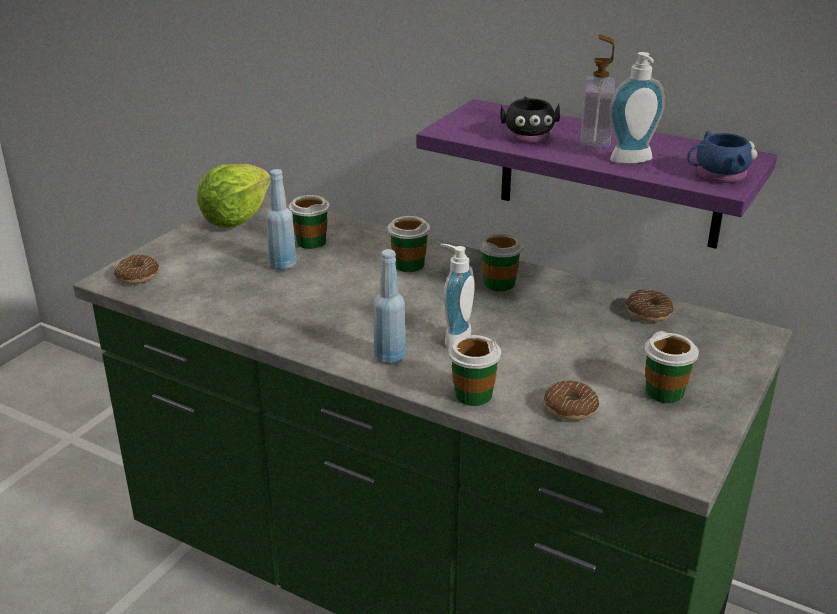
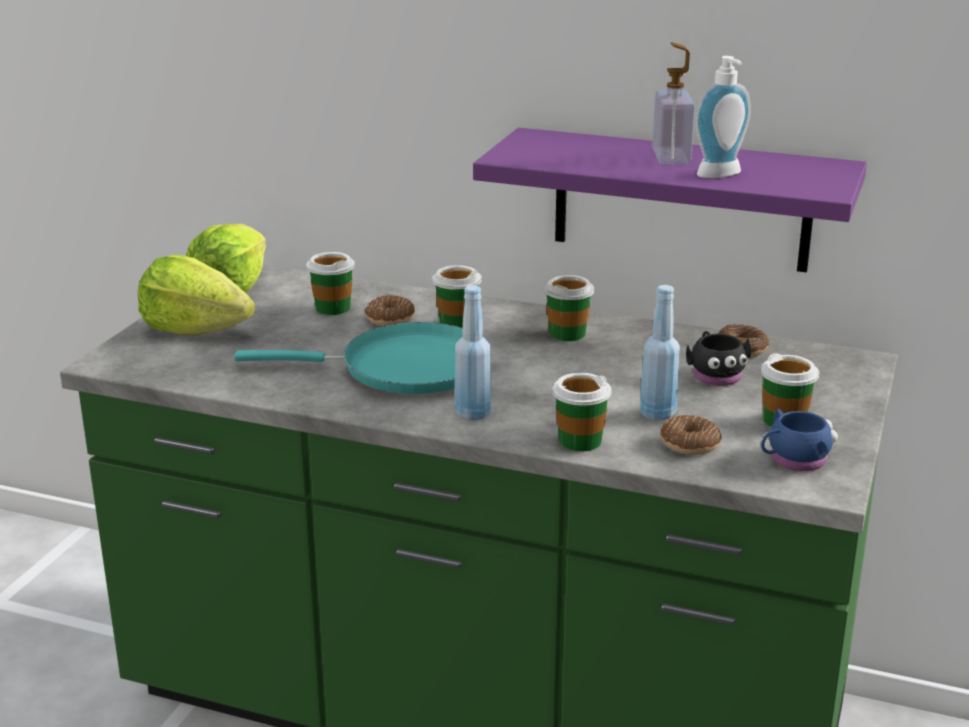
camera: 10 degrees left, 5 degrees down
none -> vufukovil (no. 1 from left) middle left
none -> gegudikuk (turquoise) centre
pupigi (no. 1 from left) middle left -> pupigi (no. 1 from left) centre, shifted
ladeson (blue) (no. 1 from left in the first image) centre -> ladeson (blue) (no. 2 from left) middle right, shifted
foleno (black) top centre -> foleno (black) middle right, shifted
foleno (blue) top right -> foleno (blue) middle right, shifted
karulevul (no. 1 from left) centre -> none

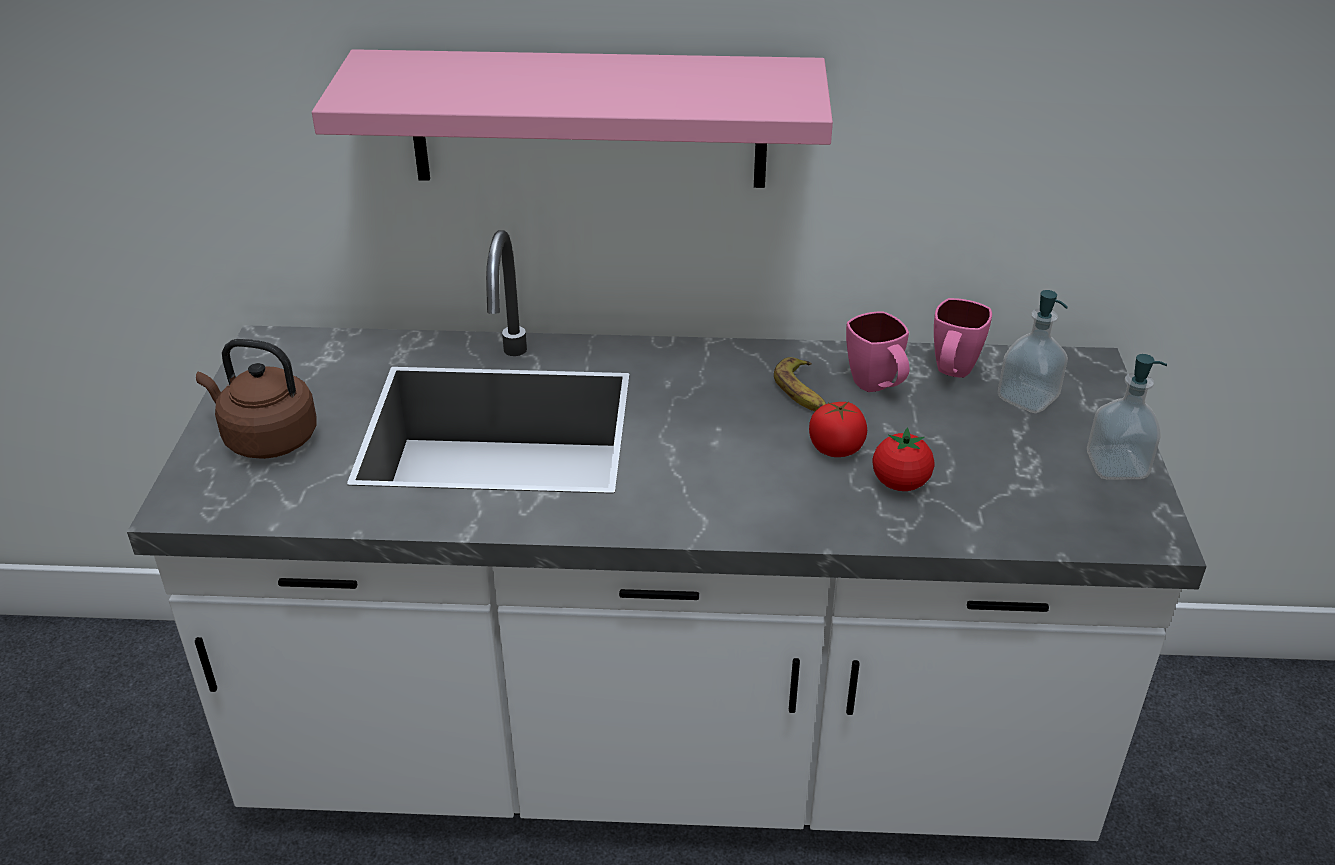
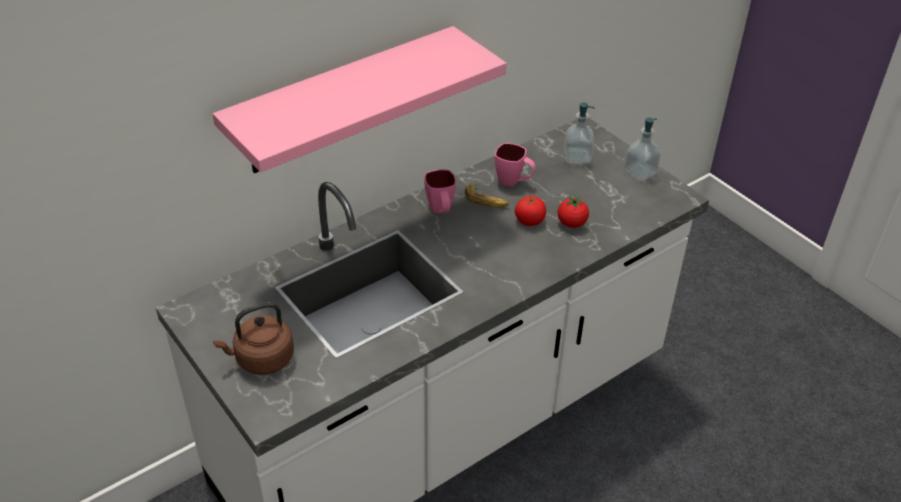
camera: 40 degrees left, 5 degrees up
foleno (pink) (no. 2 from left in the first image) middle right -> foleno (pink) (no. 1 from left) centre, shifted

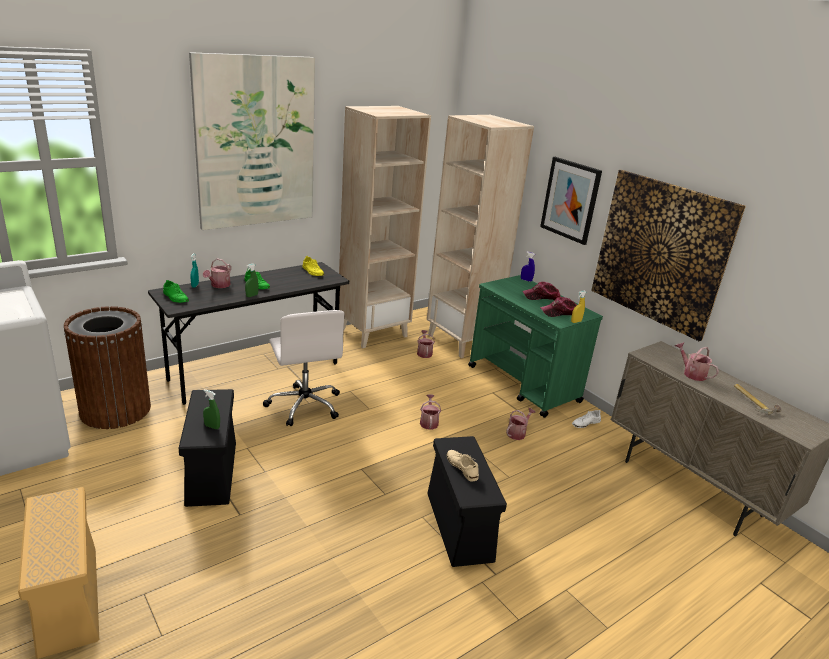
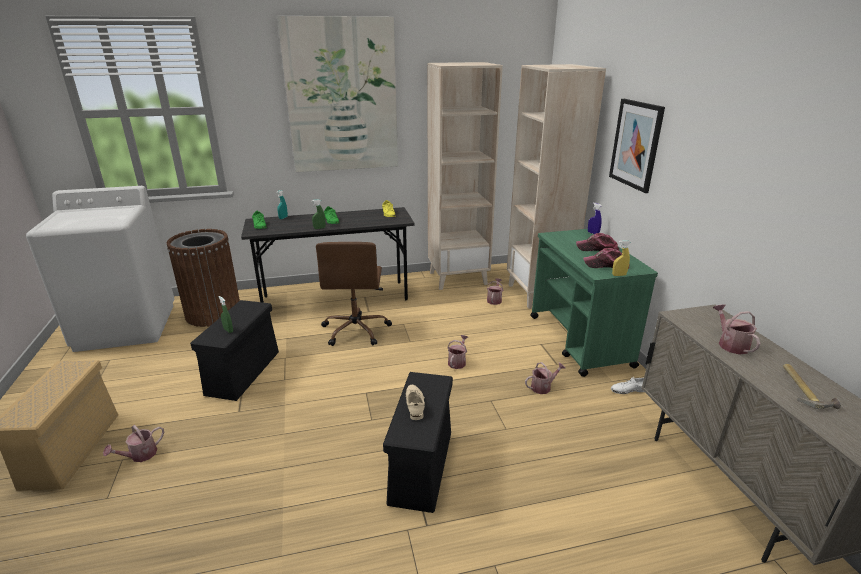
camera: 25 degrees right, 0 degrees up
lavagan (no. 1 from left) middle left -> lavagan (no. 1 from left) bottom left, shifted
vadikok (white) centre -> vadikok (brown) centre
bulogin (no. 3 from left) middle right -> none

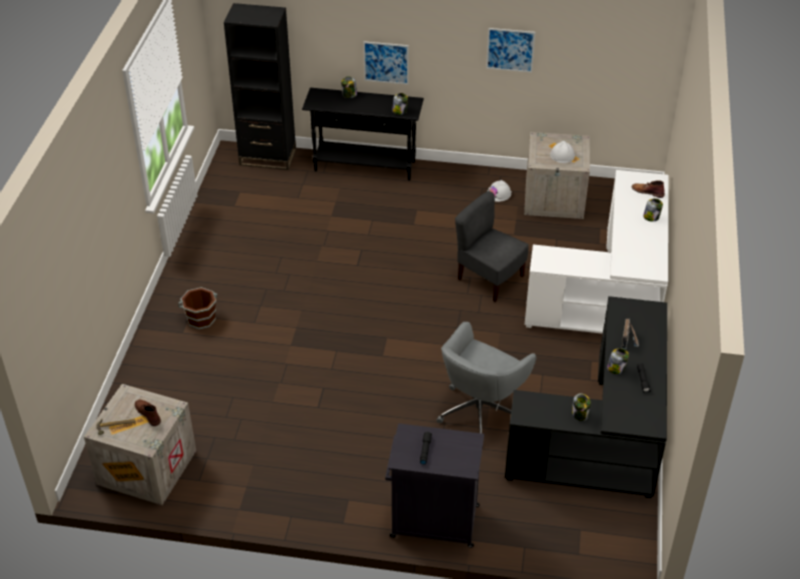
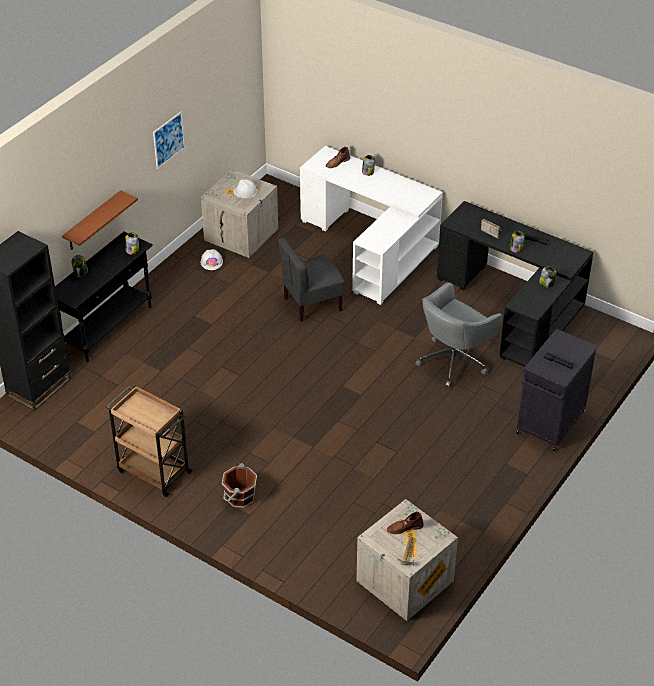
camera: 65 degrees left, 0 degrees up
bulogin (no. 1 from left) top centre -> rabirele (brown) top left
none -> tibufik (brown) middle left
vadikok (grey) centre -> vadikok (grey) middle right, 75 degrees clockwise

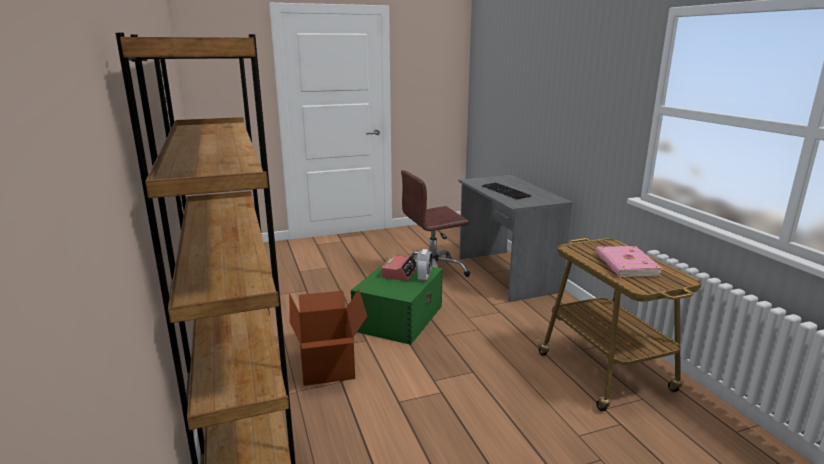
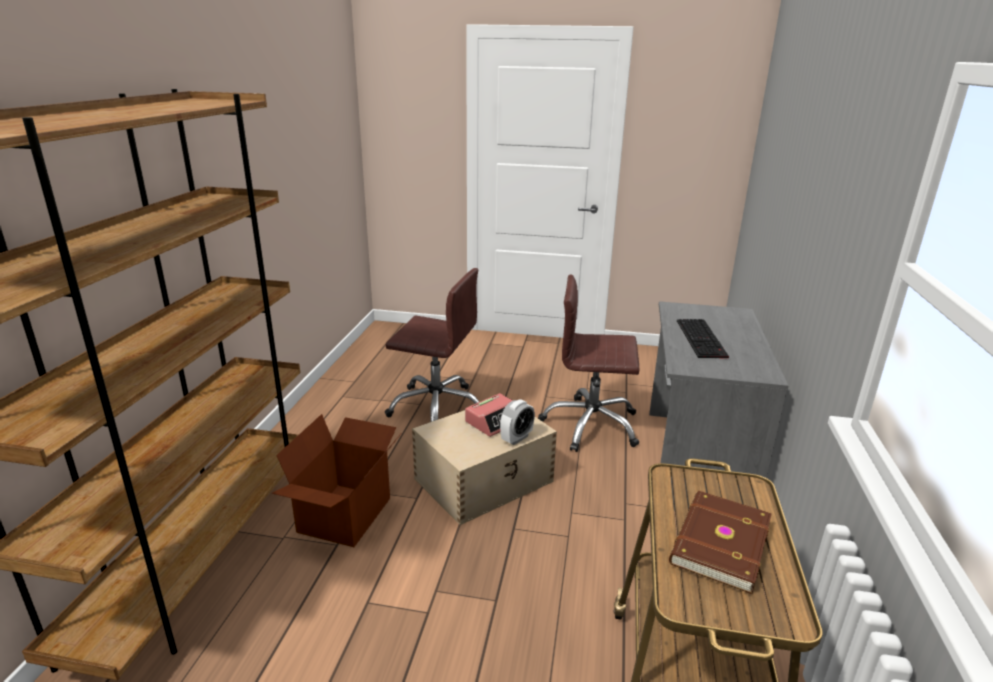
camera: 30 degrees right, 5 degrees up
none -> vadikok (brown) (no. 1 from left) centre
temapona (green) centre -> temapona (beige) bottom centre
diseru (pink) middle right -> diseru (brown) bottom right

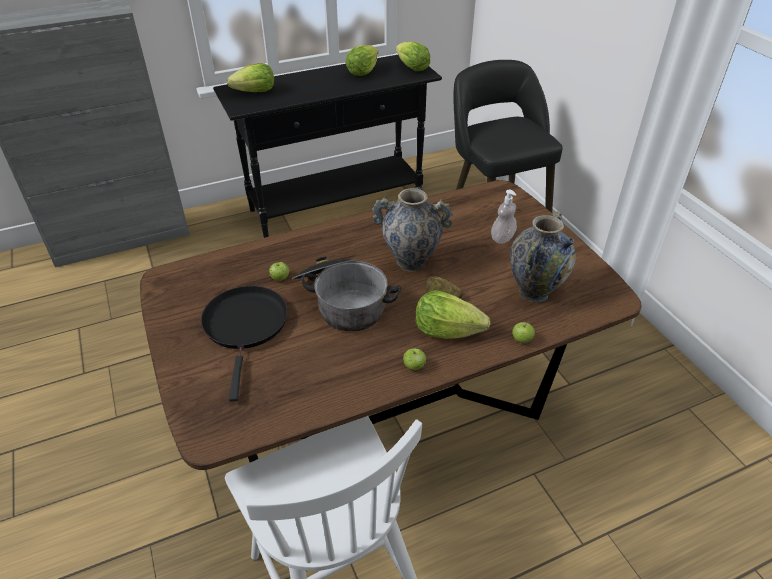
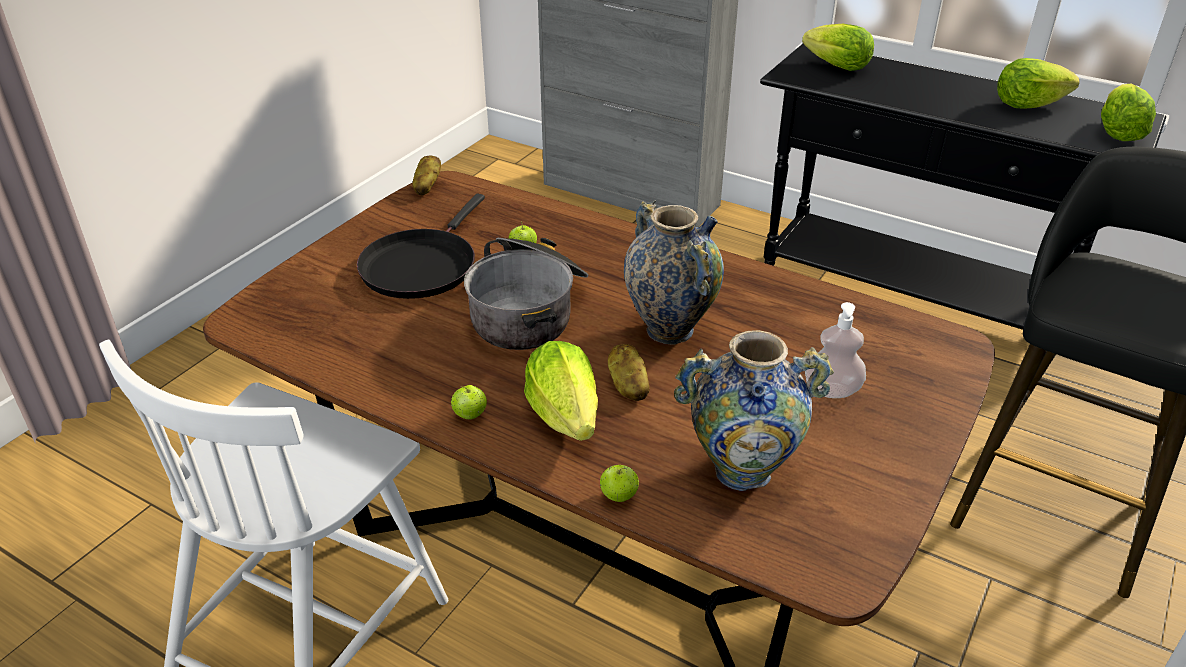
camera: 55 degrees right, 5 degrees down
gegudikuk (black) middle left -> gegudikuk (black) centre, 150 degrees clockwise
none -> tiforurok (no. 1 from left) top centre

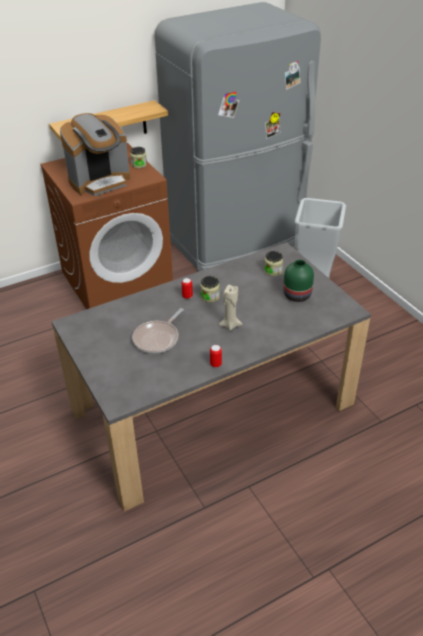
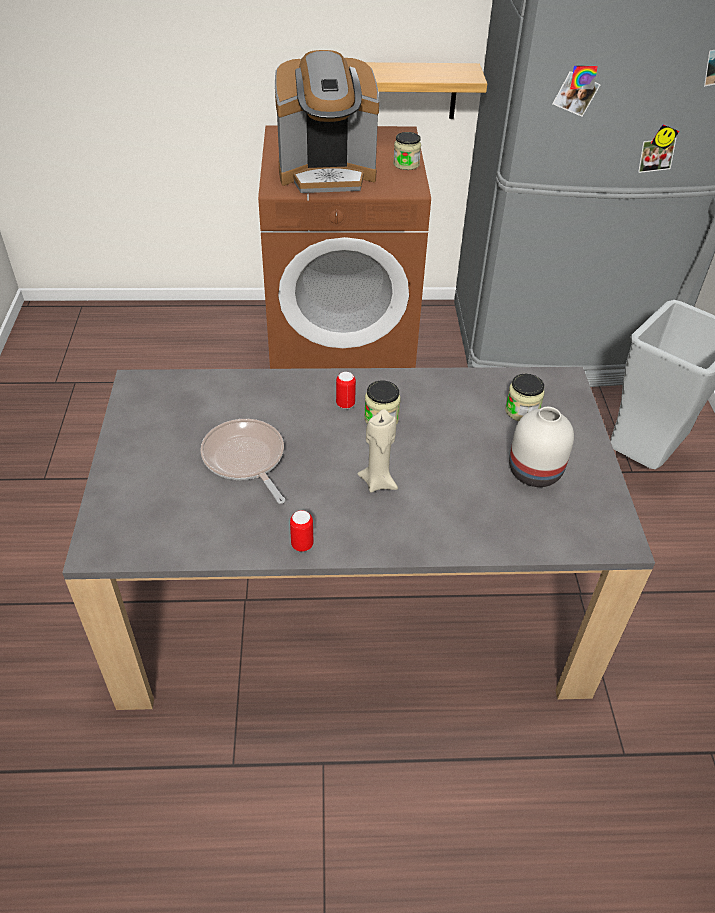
camera: 25 degrees right, 5 degrees up
gegudikuk centre, 90 degrees clockwise
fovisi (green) middle right -> fovisi (white) middle right

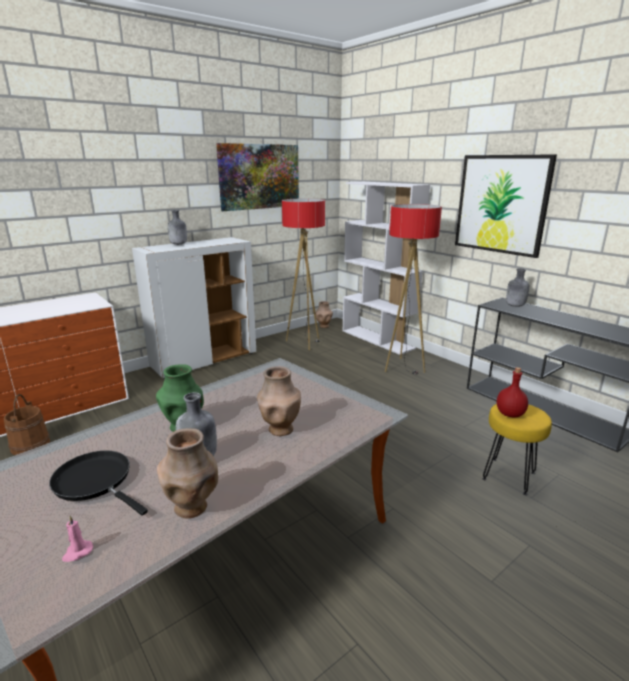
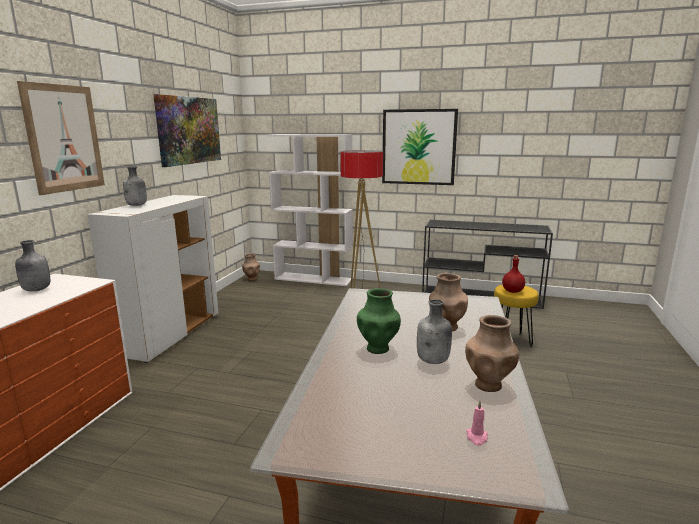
camera: 35 degrees left, 5 degrees down
ladeson (grey) (no. 3 from left in the first image) middle right -> ladeson (grey) (no. 1 from left) middle left, shifted
none -> bulogin (no. 1 from left) top left
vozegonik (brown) middle left -> none
gegudikuk (black) bottom left -> none
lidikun (no. 1 from left) centre -> none

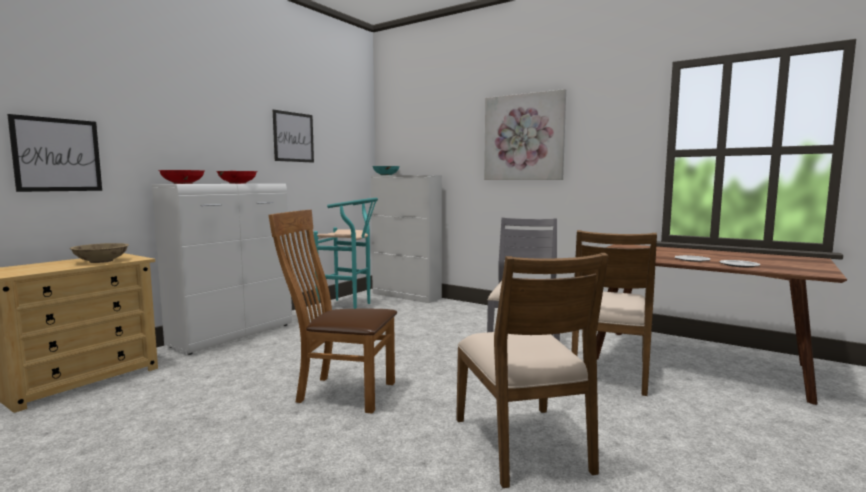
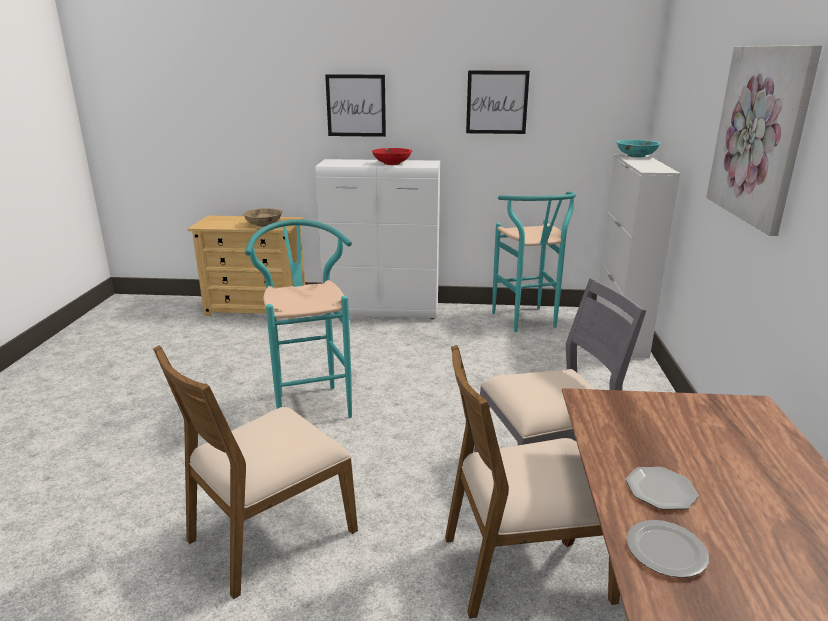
camera: 60 degrees right, 15 degrees up
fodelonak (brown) (no. 1 from left) centre -> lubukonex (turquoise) (no. 1 from left) centre
bulogin (no. 1 from left) top left -> bulogin (no. 1 from left) top centre, shifted
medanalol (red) (no. 1 from left) middle left -> none

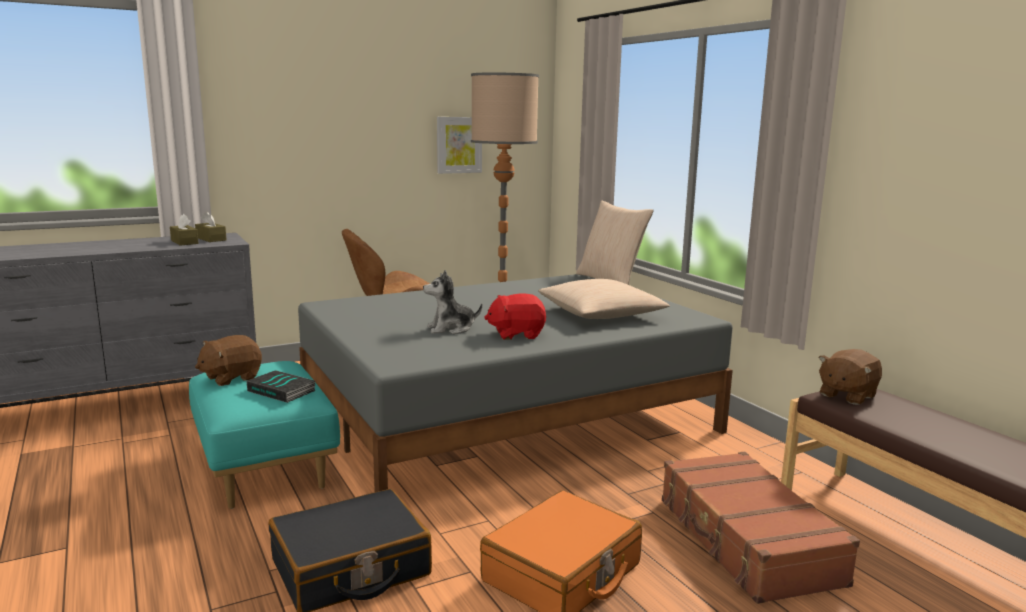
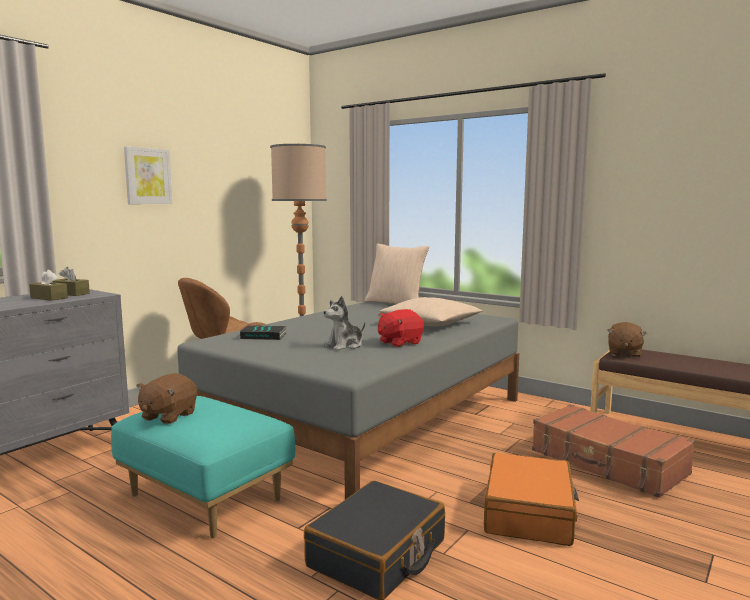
camera: 25 degrees left, 5 degrees down
bulogin top centre -> bulogin top left, shifted
diseru middle left -> diseru centre, shifted

